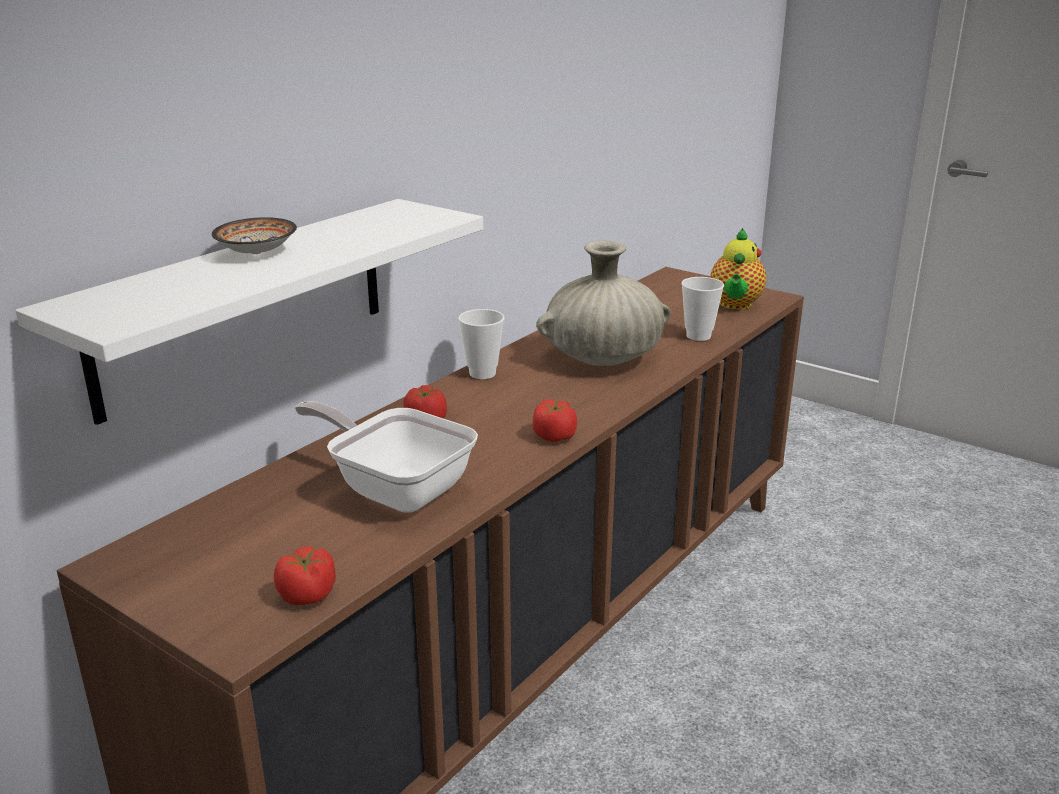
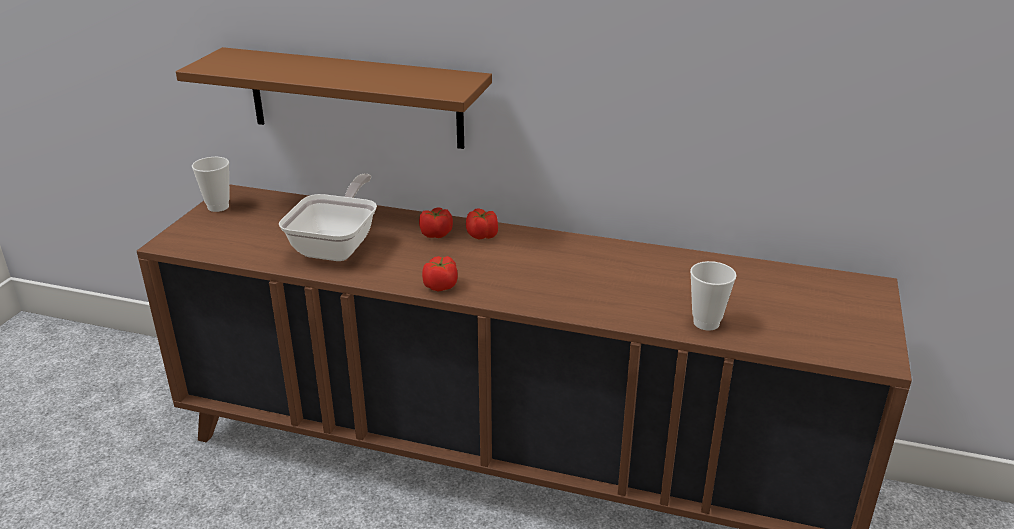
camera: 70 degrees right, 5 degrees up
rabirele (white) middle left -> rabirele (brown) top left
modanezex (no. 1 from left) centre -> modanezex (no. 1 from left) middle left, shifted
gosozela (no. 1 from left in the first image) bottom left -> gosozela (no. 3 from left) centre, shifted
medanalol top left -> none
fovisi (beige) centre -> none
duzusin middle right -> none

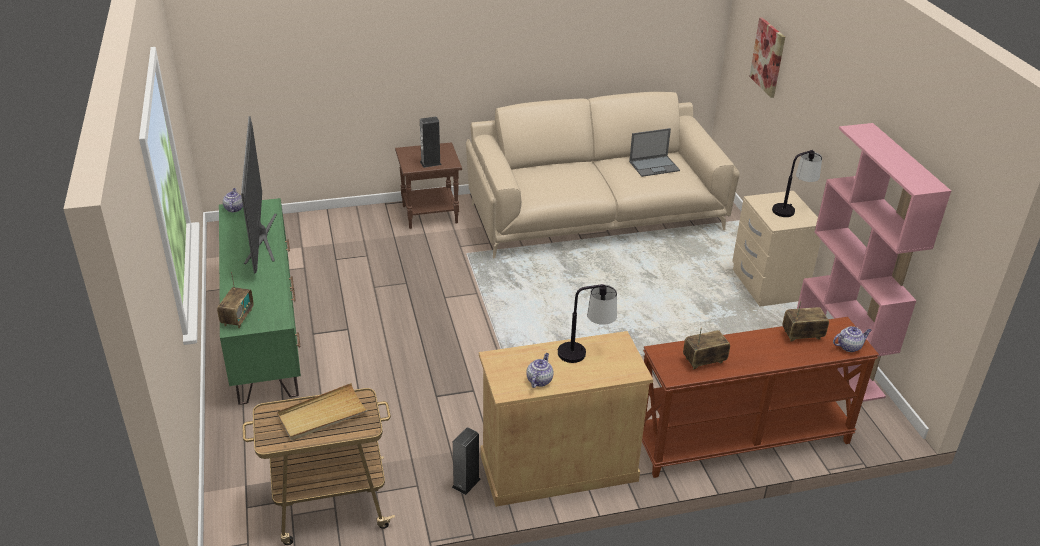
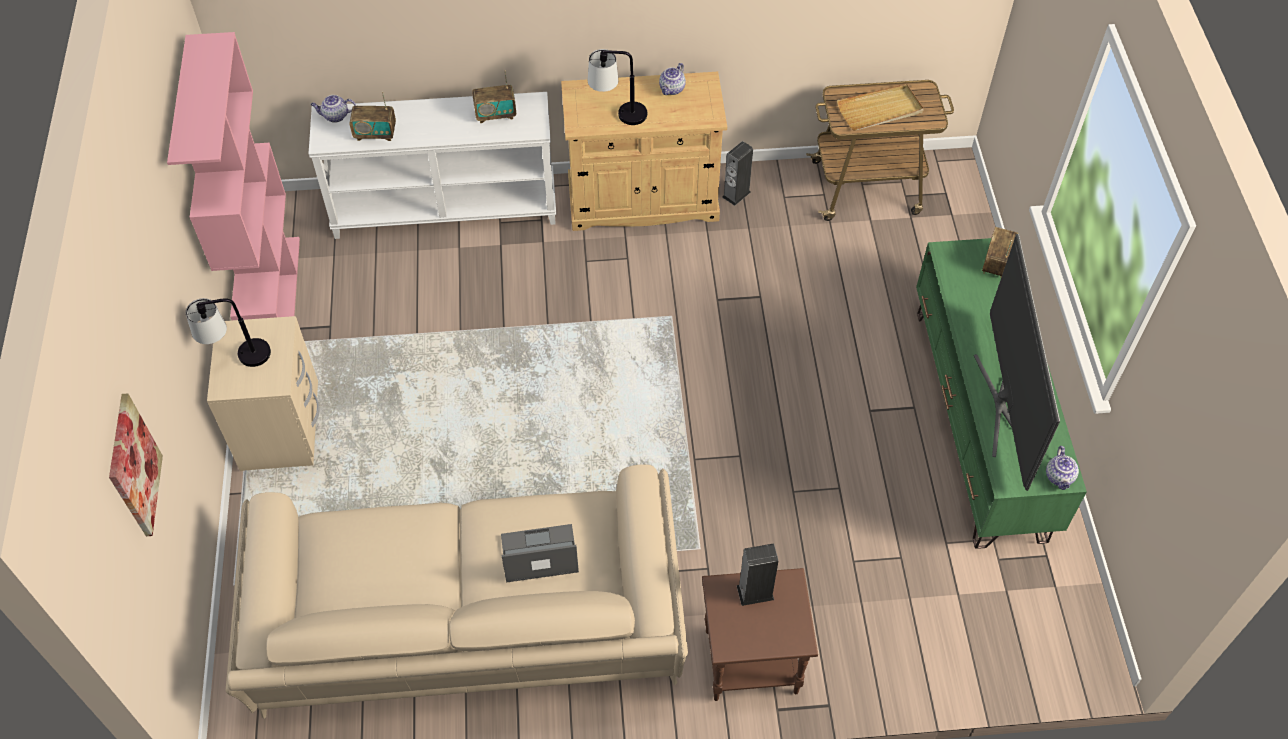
camera: 170 degrees left, 20 degrees up
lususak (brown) bottom right -> lususak (white) top centre
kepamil top centre -> kepamil bottom centre, shifted

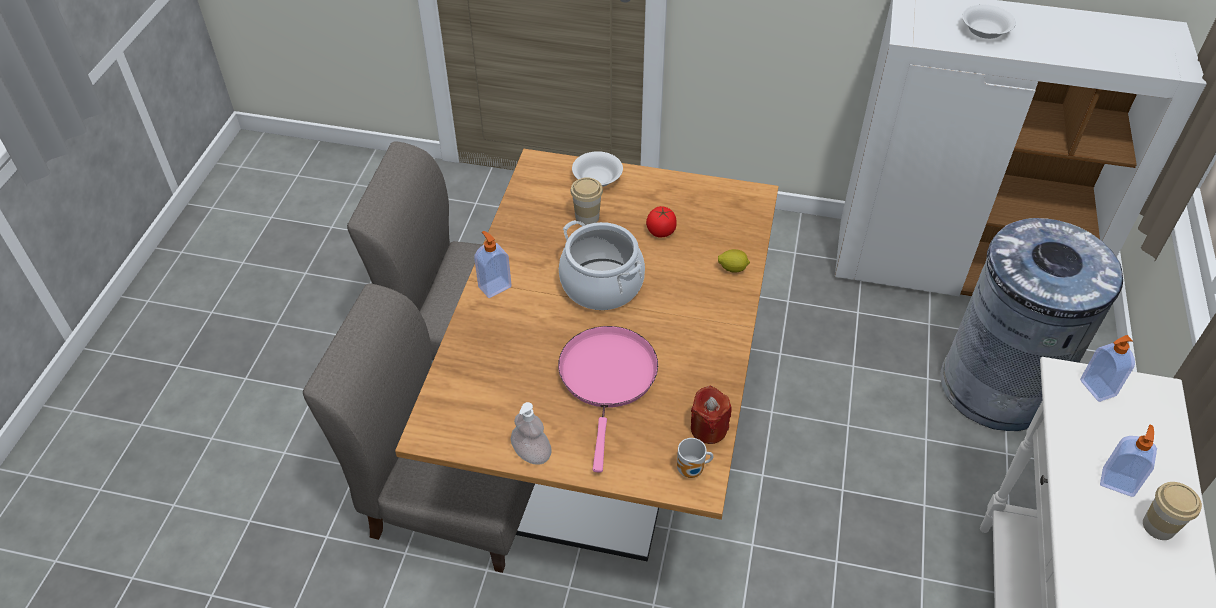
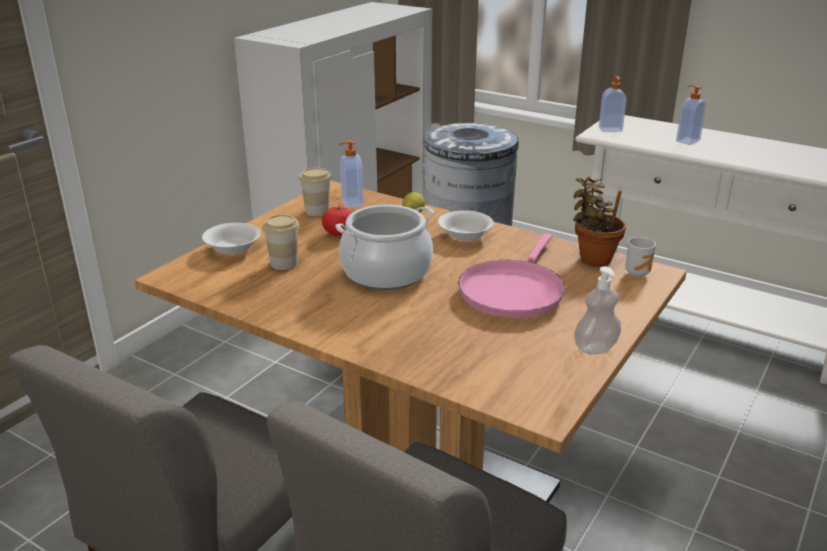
camera: 70 degrees left, 20 degrees down
modanezex (no. 2 from left) bottom right -> modanezex (no. 2 from left) centre, shifted
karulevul (no. 1 from left) centre -> karulevul (no. 1 from left) top centre, shifted
medanalol (white) (no. 2 from left) top right -> medanalol (white) (no. 2 from left) centre, shifted
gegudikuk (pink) centre, 90 degrees counterclockwise
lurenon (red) bottom centre -> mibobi middle right

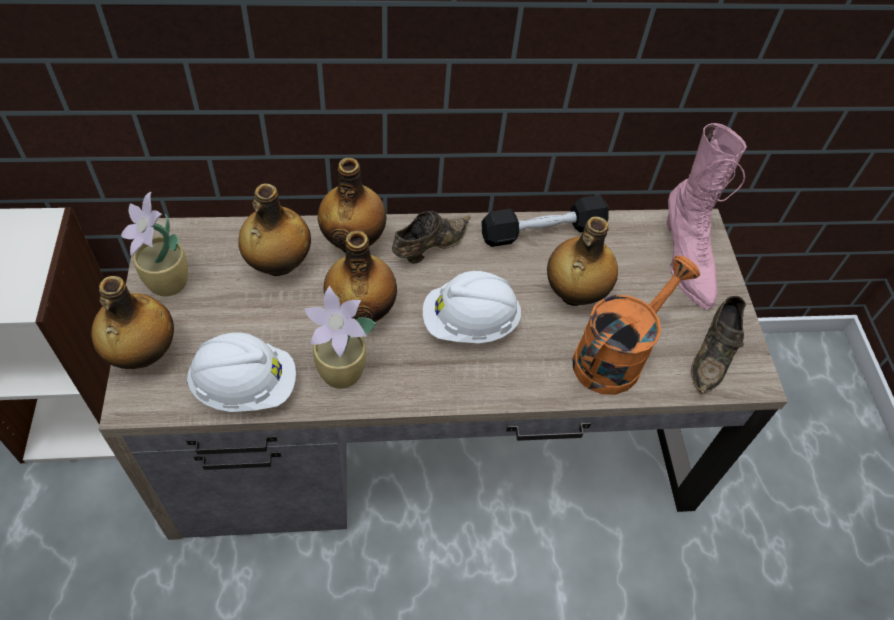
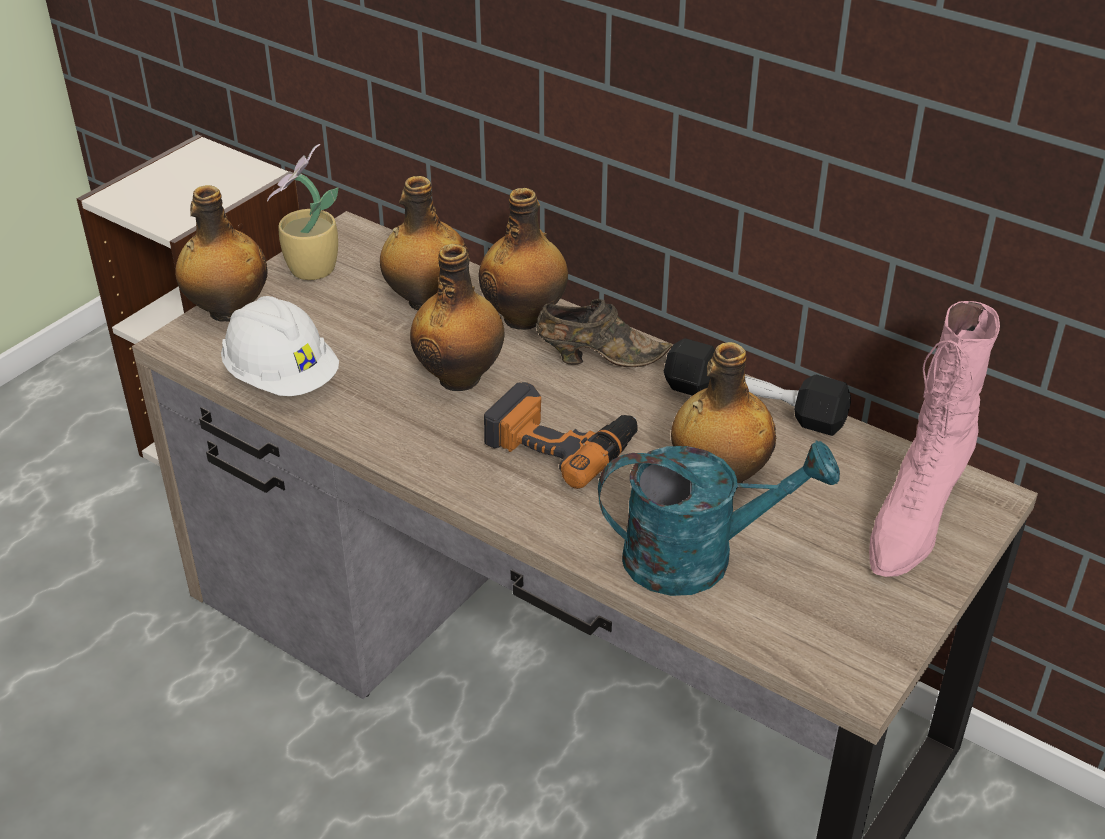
camera: 45 degrees right, 15 degrees down
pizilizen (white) (no. 2 from left) centre -> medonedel centre
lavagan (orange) middle right -> lavagan (turquoise) centre
mibobi (no. 2 from left) centre -> none
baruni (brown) (no. 2 from left) middle right -> none

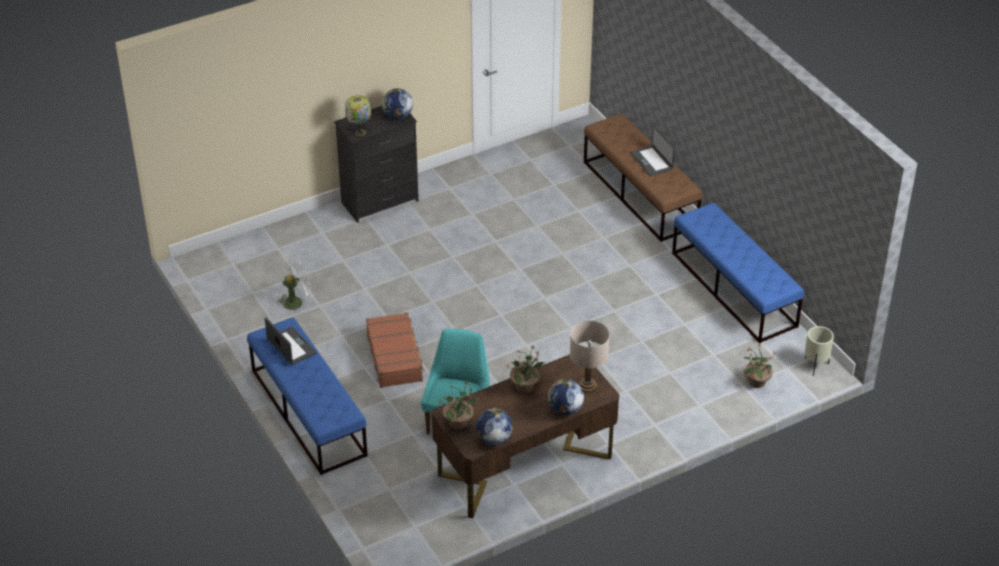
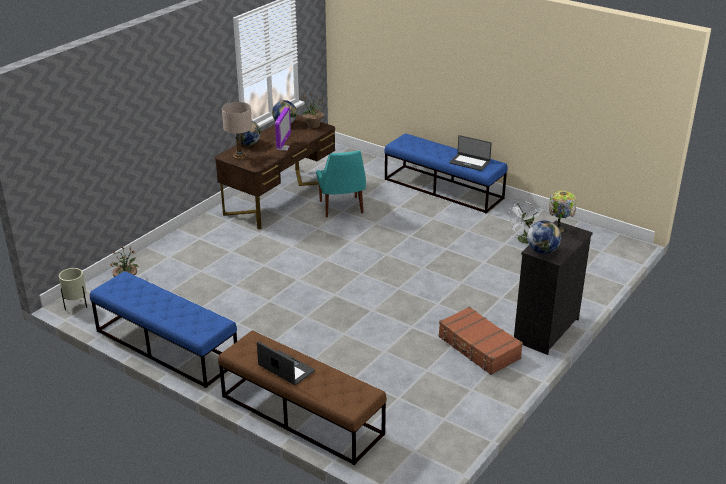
camera: 155 degrees right, 10 degrees down
mibobi (no. 2 from left) centre -> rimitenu top centre
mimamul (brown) centre -> mimamul (brown) bottom centre, shifted

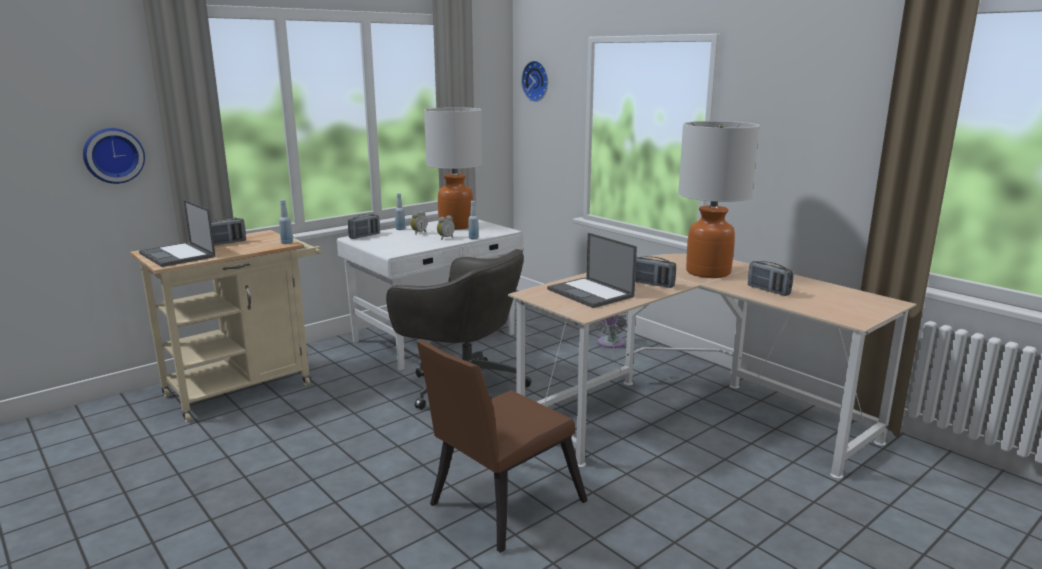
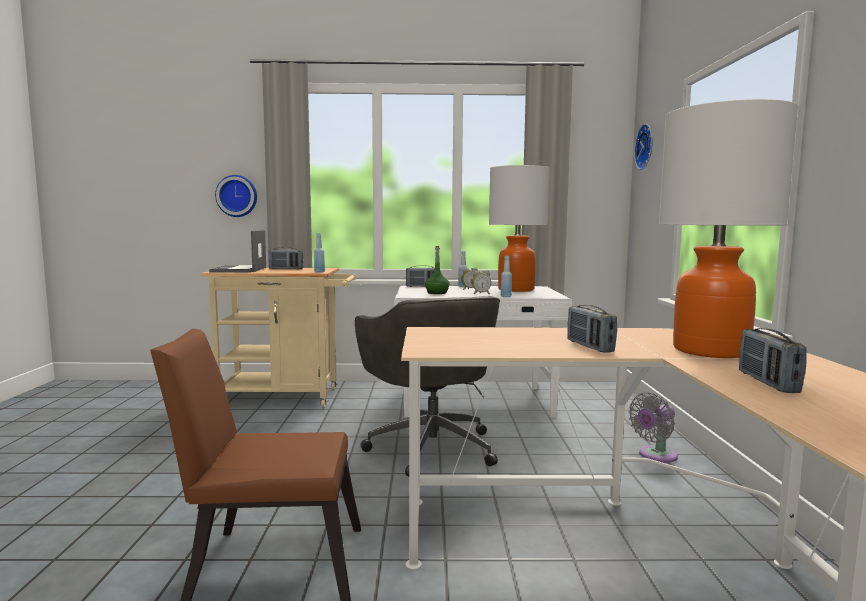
camera: 40 degrees right, 10 degrees down
none -> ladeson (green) centre
kepamil (no. 2 from left) centre -> none

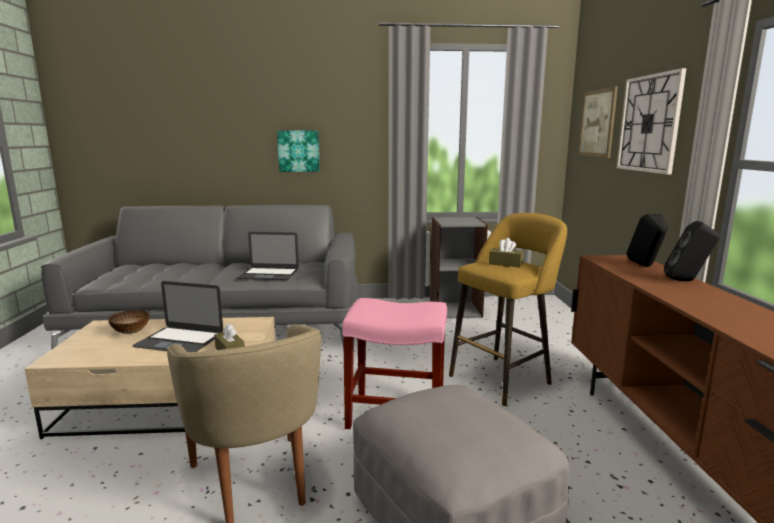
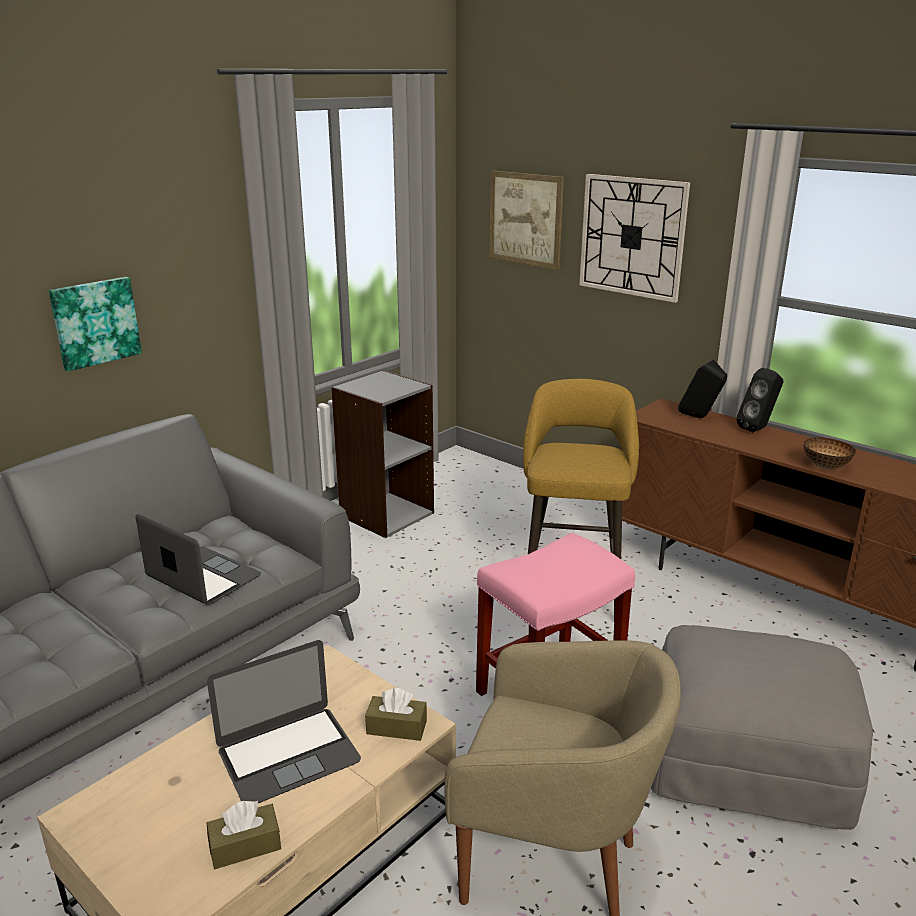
camera: 45 degrees left, 10 degrees up
kepamil (no. 2 from left in the first image) centre -> kepamil (no. 1 from left) middle left, 105 degrees counterclockwise
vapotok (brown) (no. 2 from left in the first image) centre -> vapotok (brown) (no. 1 from left) bottom left, shifted
medanalol middle left -> medanalol middle right, shifted

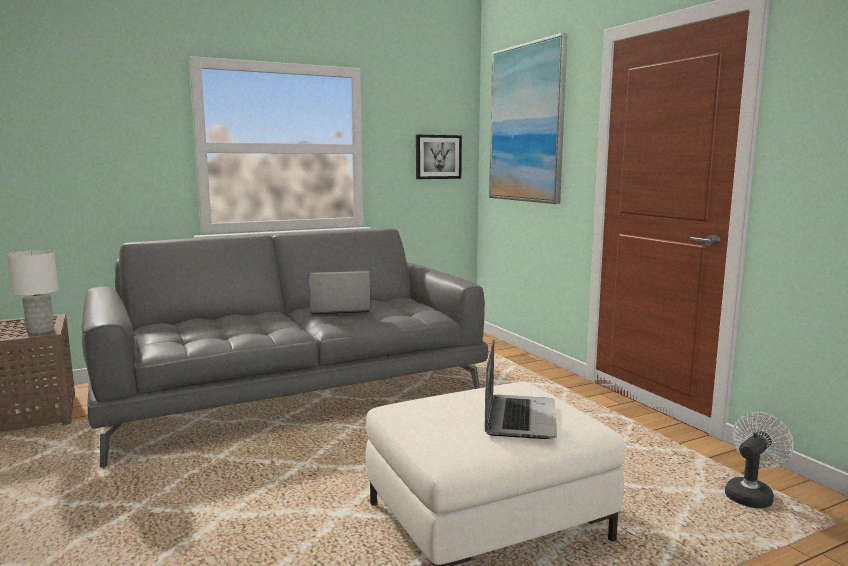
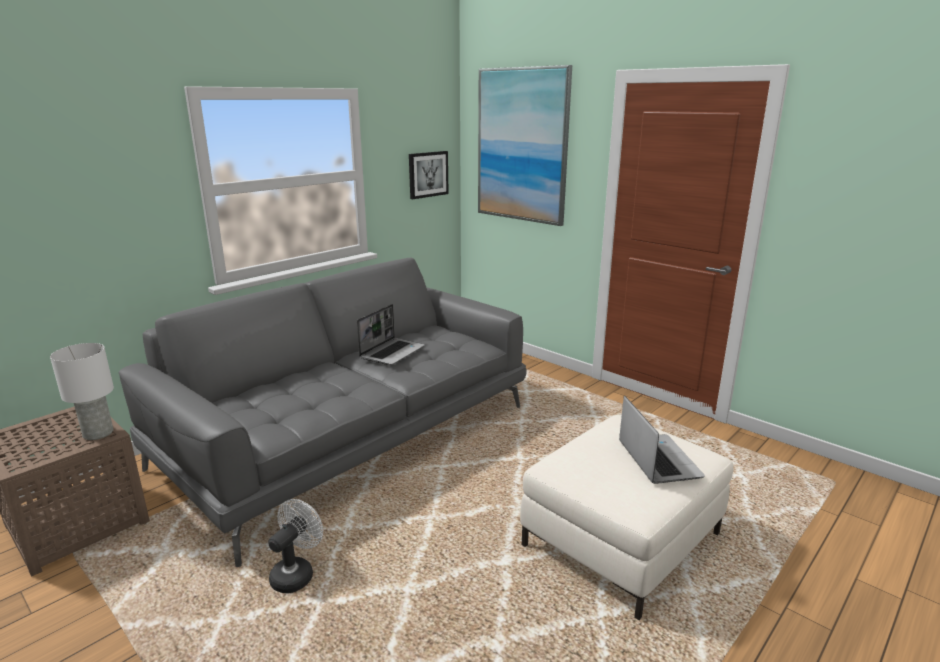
camera: 20 degrees left, 10 degrees up
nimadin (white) bottom right -> nimadin (white) bottom left, shifted
kepamil (no. 1 from left) centre, 150 degrees clockwise

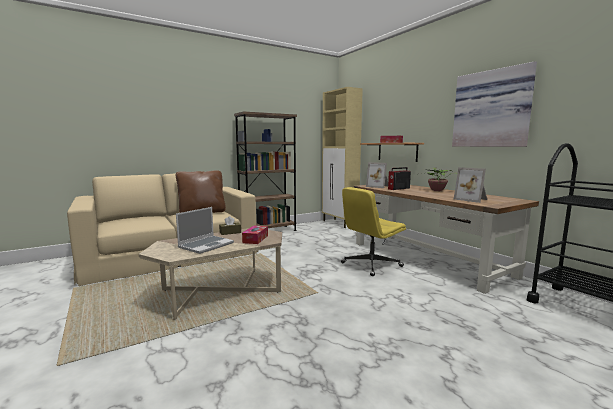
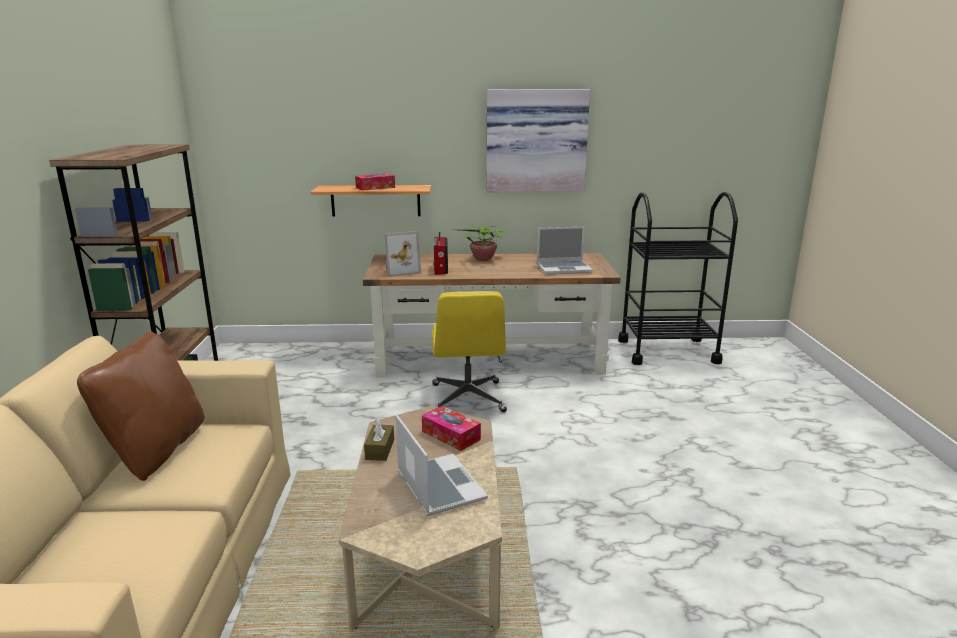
camera: 60 degrees left, 10 degrees up
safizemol (no. 2 from left) middle right -> kepamil (no. 2 from left) centre
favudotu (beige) centre -> none

